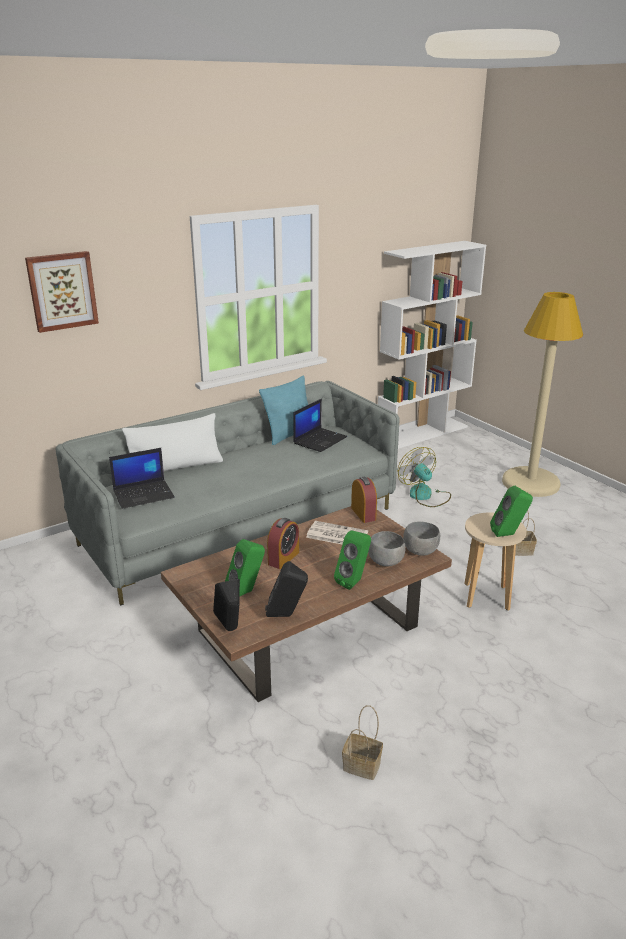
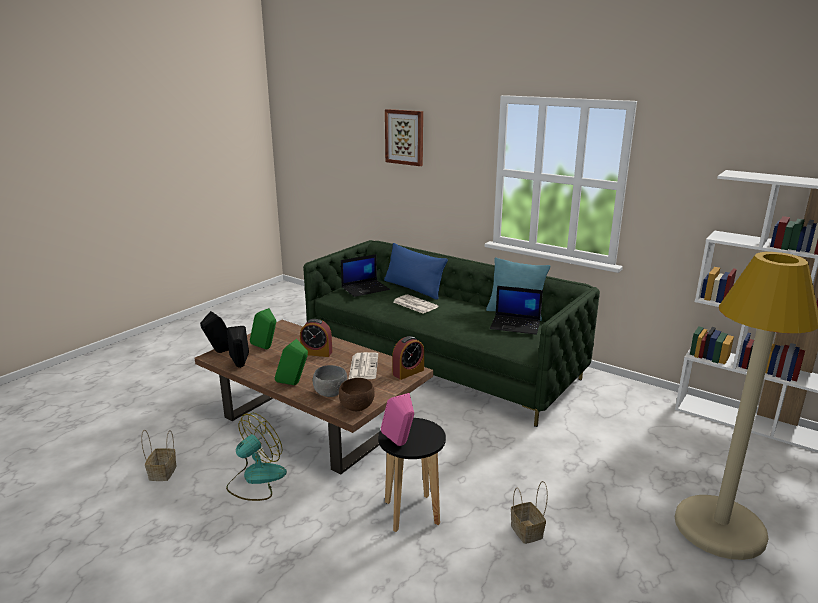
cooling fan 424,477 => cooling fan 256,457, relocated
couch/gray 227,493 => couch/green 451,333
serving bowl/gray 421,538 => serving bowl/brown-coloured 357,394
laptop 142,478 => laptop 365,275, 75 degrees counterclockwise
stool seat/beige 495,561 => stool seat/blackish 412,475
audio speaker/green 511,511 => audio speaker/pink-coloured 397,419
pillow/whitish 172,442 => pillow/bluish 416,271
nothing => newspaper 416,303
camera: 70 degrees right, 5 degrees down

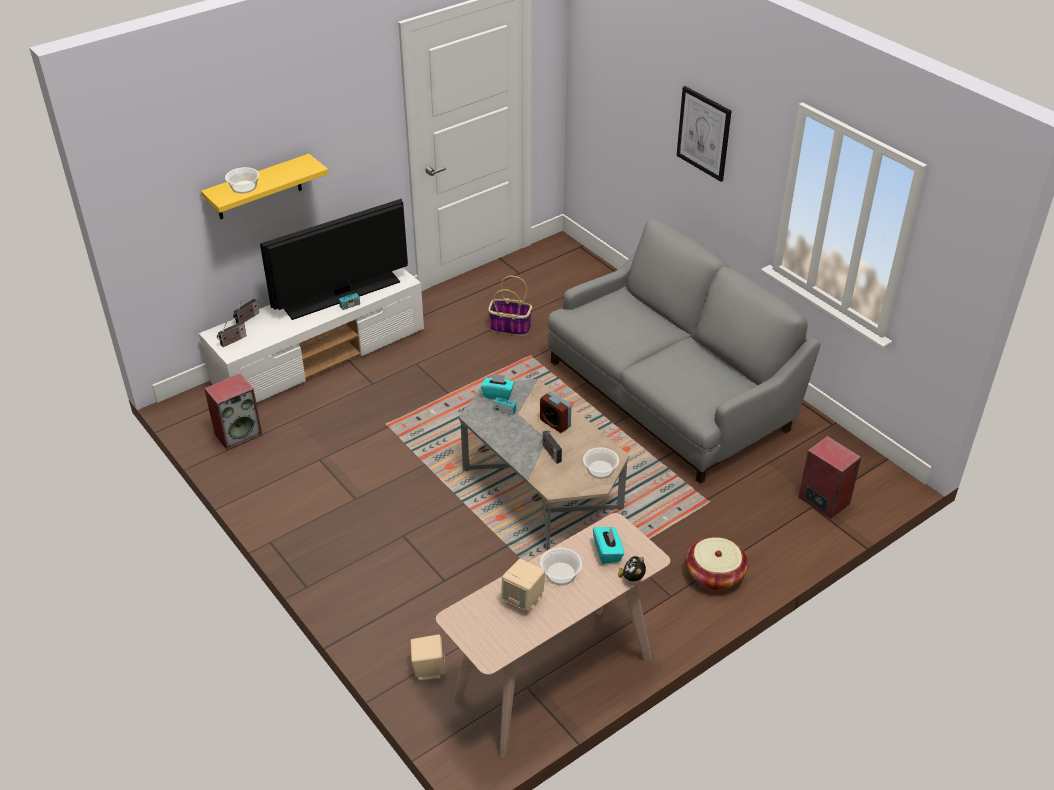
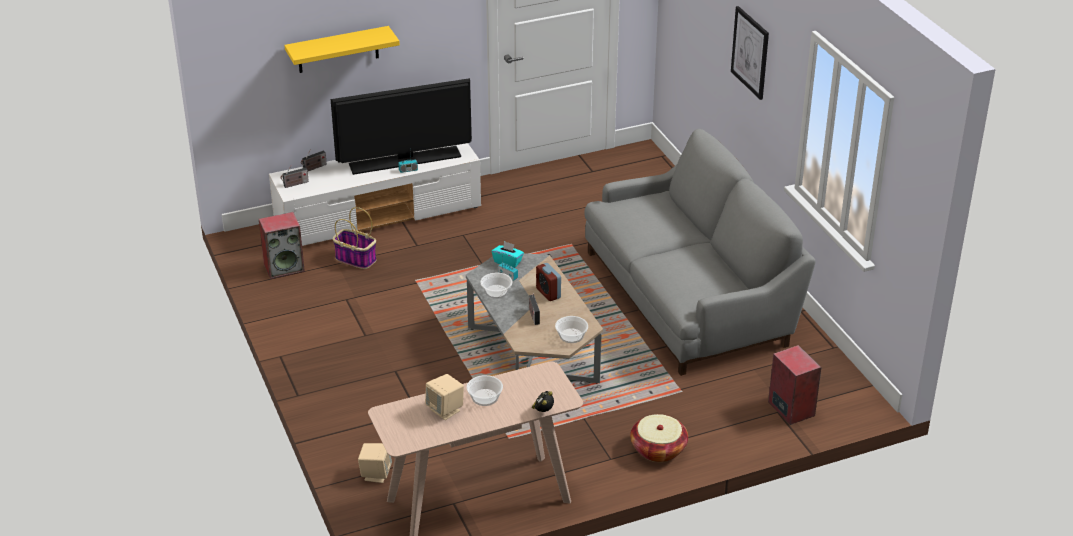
storage basket 510,306 => storage basket 355,238, relocated
serving bowl 242,180 => serving bowl 496,286, relocated
box of tissues/turquoise-coloured 608,545 => nothing
camera: 15 degrees right, 5 degrees down

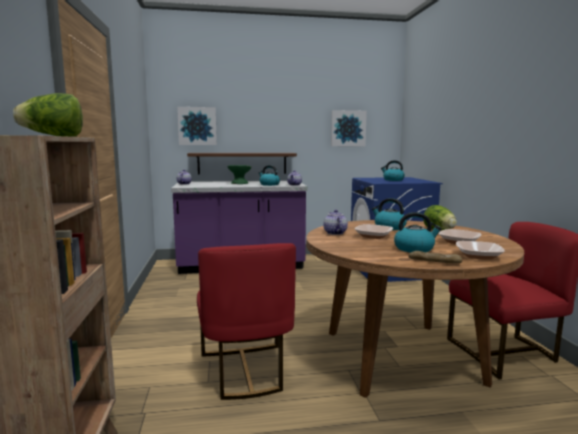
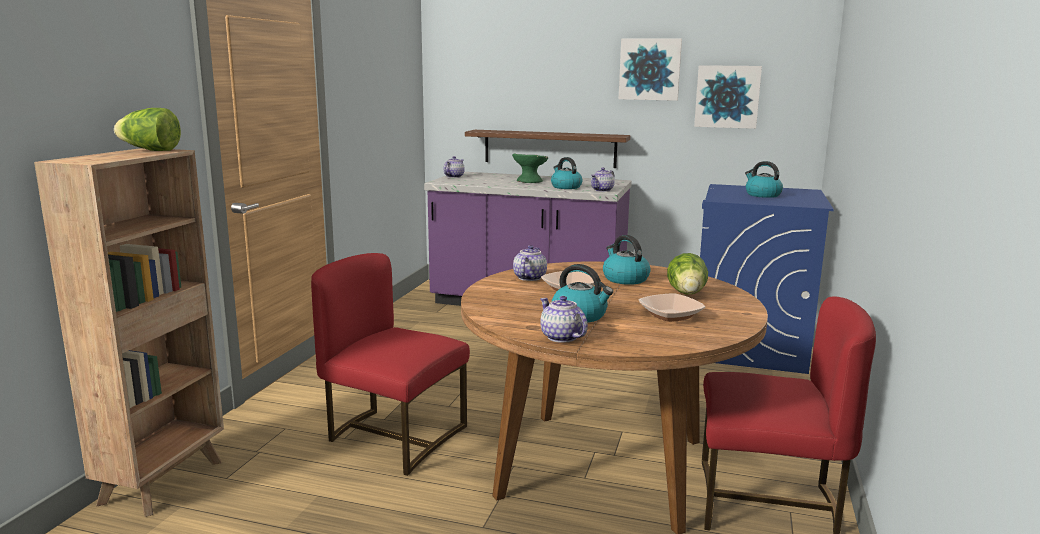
upright chair/red 246,321 => upright chair/red 390,364, 105 degrees clockwise
bakery bread 435,257 => tea pot 564,319
wall picture 197,126 => wall picture 650,70, relocated
serving bowl 480,250 => nothing
camera: 25 degrees right, 5 degrees up

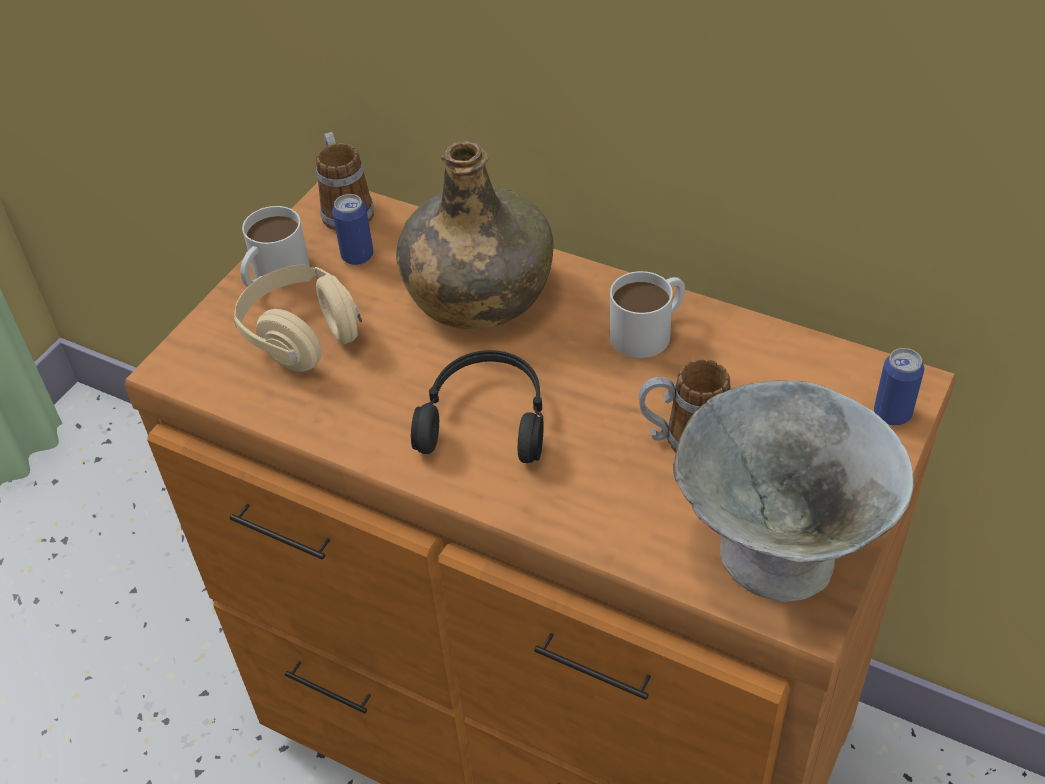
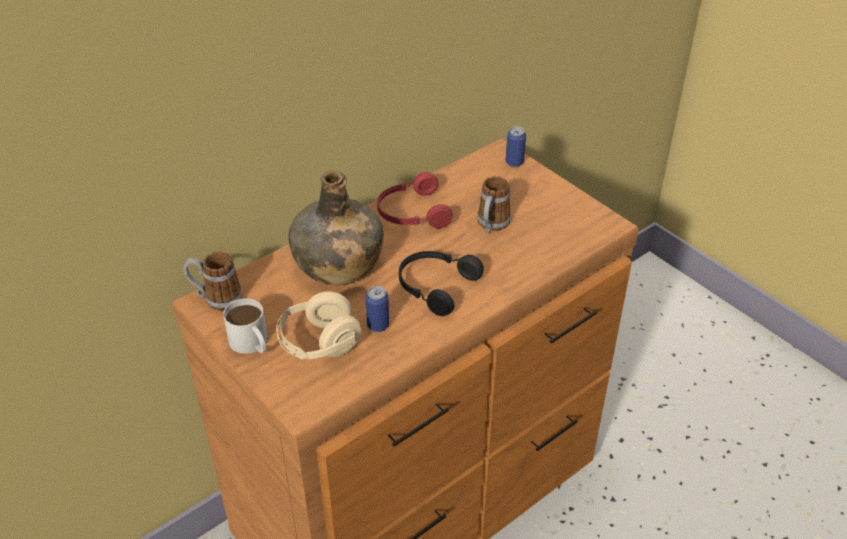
metal can 352,229 => metal can 377,309, relocated
mug/whitish 647,314 => headset/red 414,200
serving bowl/gray 793,491 => nothing
camera: 70 degrees left, 5 degrees down

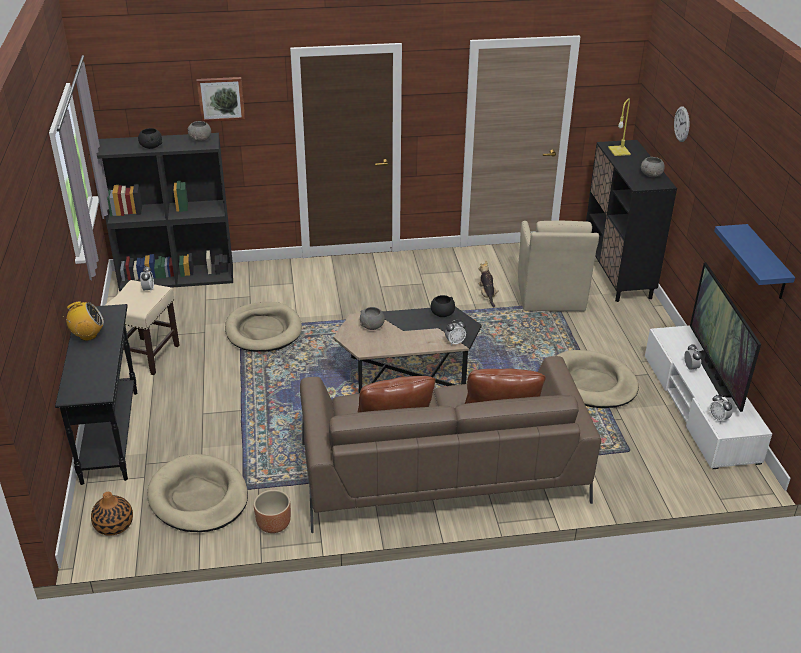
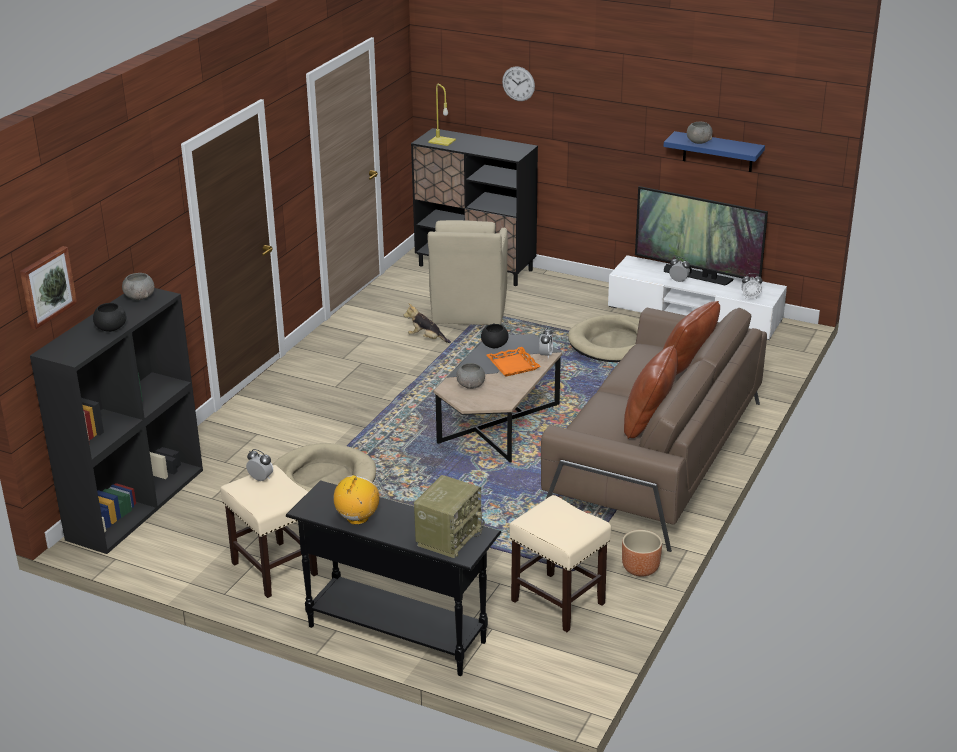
wall picture 221,99 => wall picture 48,288, relocated
nothing => radio 449,516
armchair/beige 558,265 => armchair/beige 468,272, 60 degrees clockwise
nothing => serving tray/orangey 513,361
dog bed/beige 197,493 => stool seat/beige 560,563
serving bowl/gray 653,167 => serving bowl/gray 700,133, relocated
flower vase 112,514 => nothing
camera: 55 degrees left, 5 degrees down

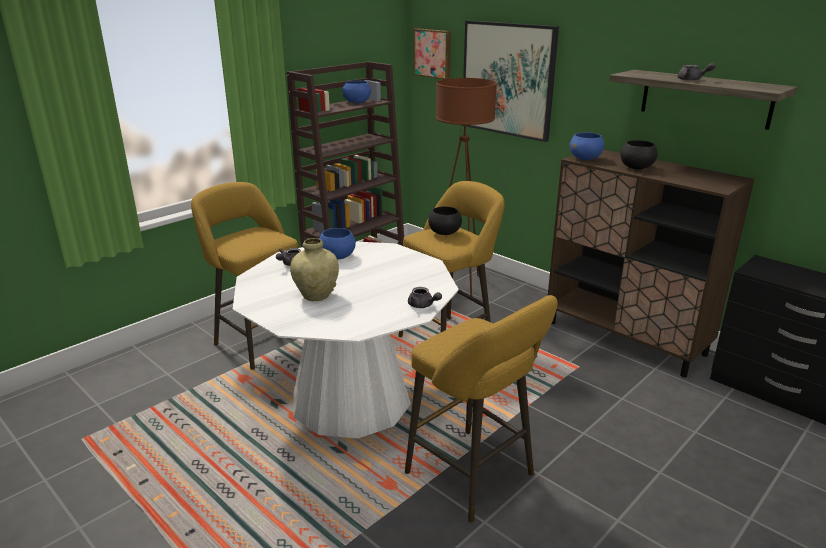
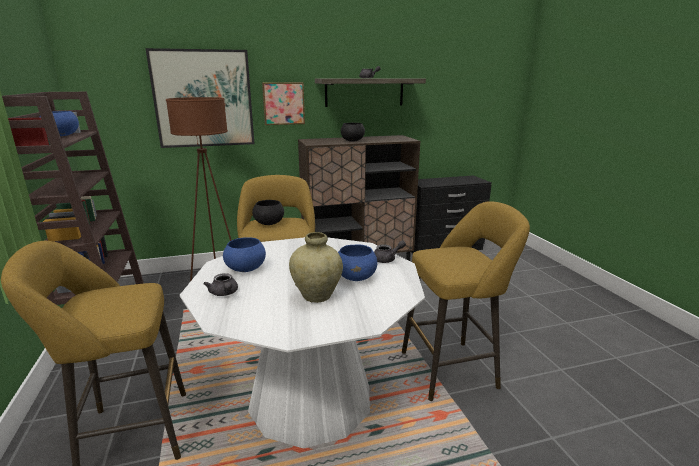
wall picture 432,53 => wall picture 283,103, relocated
serving bowl/bluish 586,146 => serving bowl/bluish 357,262, relocated
camera: 60 degrees left, 5 degrees down

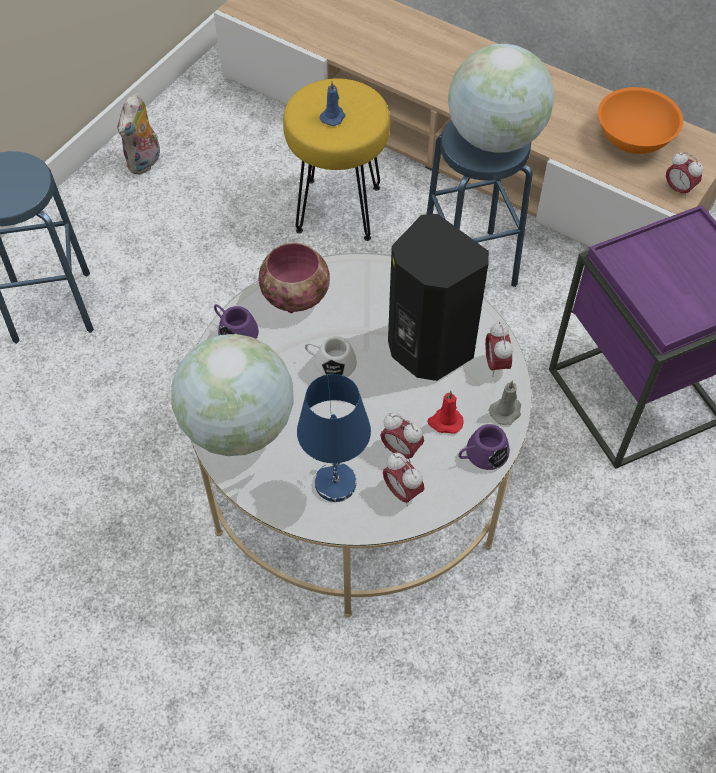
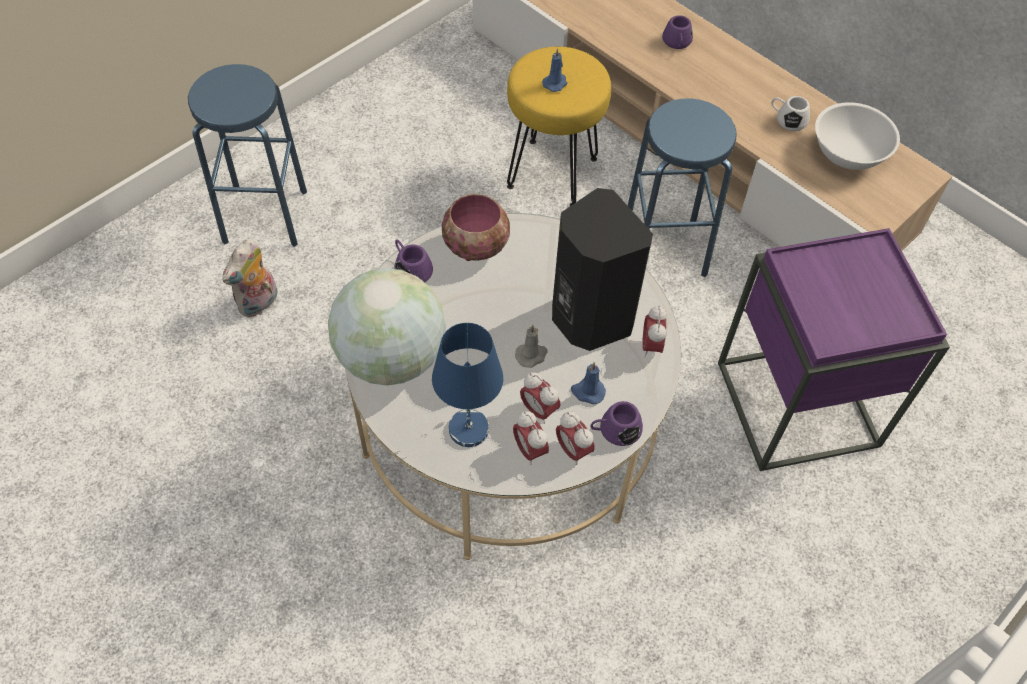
plush toy 139,134 => plush toy 250,278, relocated
wax light/gray 505,402 => wax light/gray 531,346, relocated
table clock 684,175 => table clock 575,438, relocated
wax light/red 445,412 => wax light/bluish 588,383
nothing => mug/purple 677,32
mug/whitish 331,356 => mug/whitish 791,113, relocated
serving bowl/orangey 640,120 => serving bowl/whitish 857,136
globe 501,98 => nothing
camera: 10 degrees right, 0 degrees up

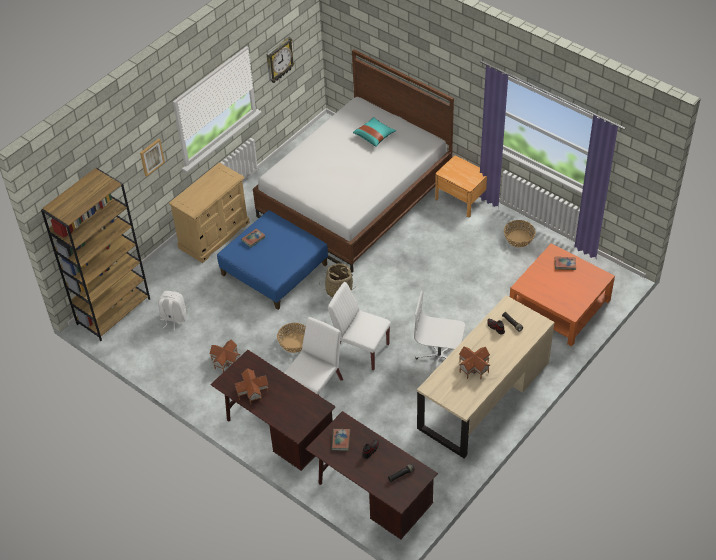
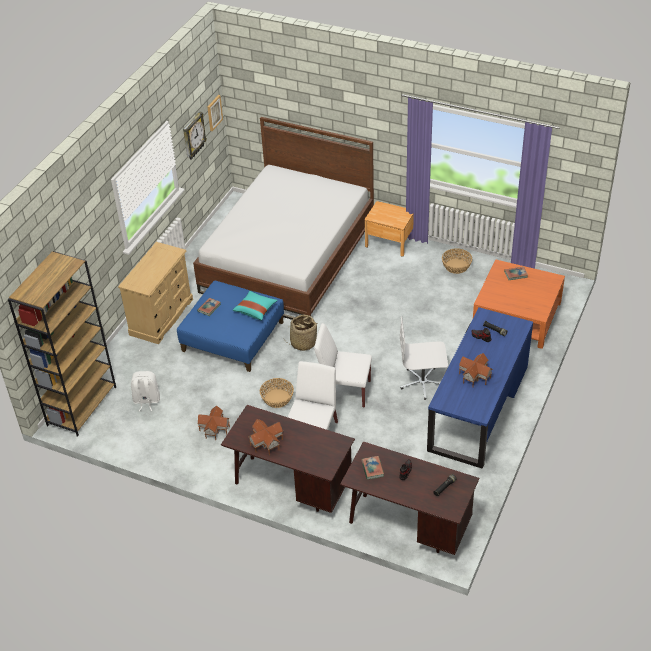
wall picture 152,157 => wall picture 215,113, relocated
pillow/turquoise-coloured 374,132 => pillow/turquoise-coloured 255,306, relocated
desk table/beige 485,376 => desk table/bluish 480,388
camera: 15 degrees left, 5 degrees down

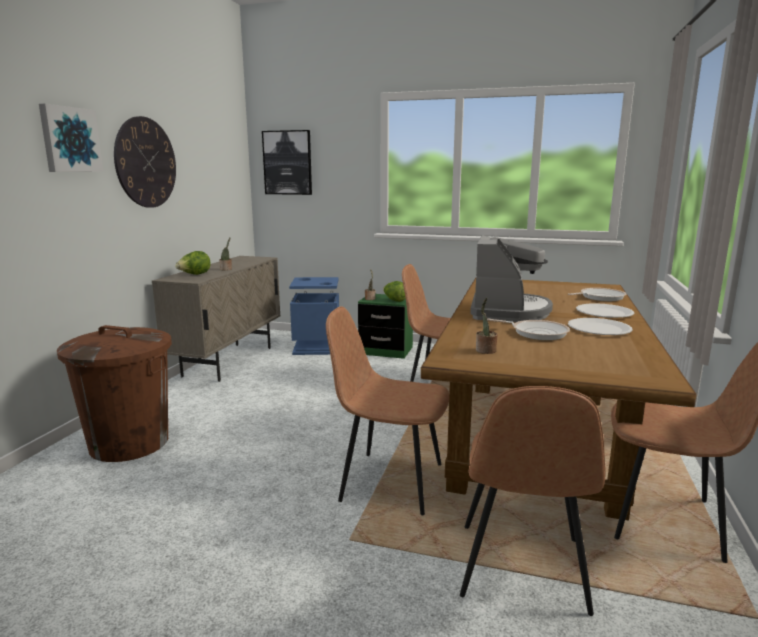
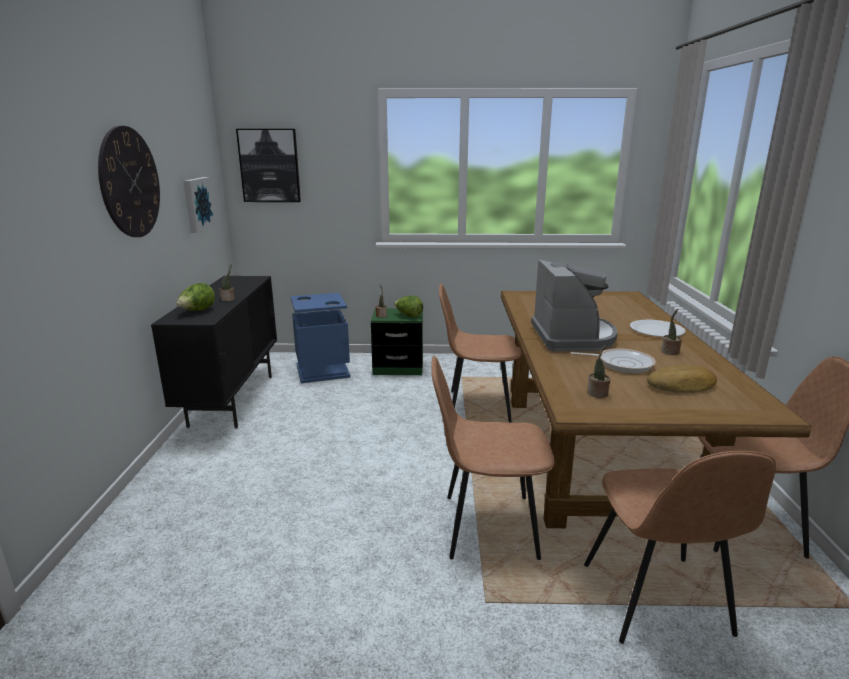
cupboard/beige 216,319 => cupboard/blackish 214,352
wall picture 71,137 => wall picture 200,205, relocated
nothing => bakery bread 682,379
flat dish/whitish 600,326 => plant in a pot 671,332
rubbish bin/brown-coloured 114,393 => nothing
frying pan 597,294 => nothing
camera: 15 degrees left, 5 degrees up

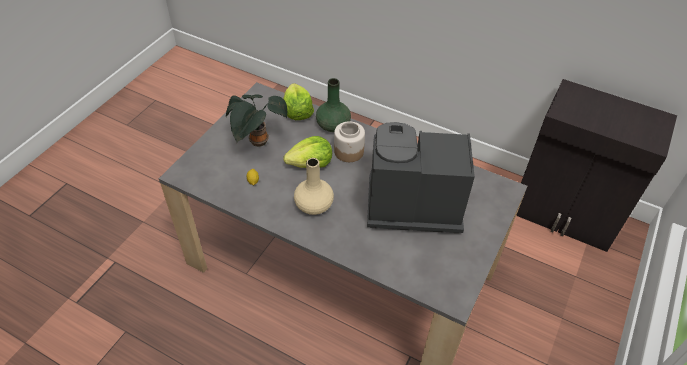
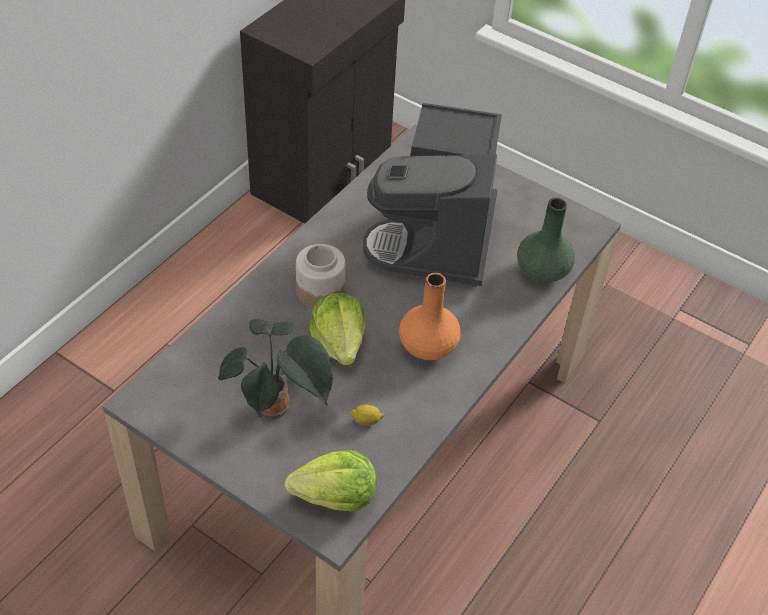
lettuce head 298,101 => lettuce head 330,480, relocated
flower vase/beige 314,186 => flower vase/orangey 430,316
flower vase/green 333,105 => flower vase/green 546,240, relocated
camera: 85 degrees left, 0 degrees up

